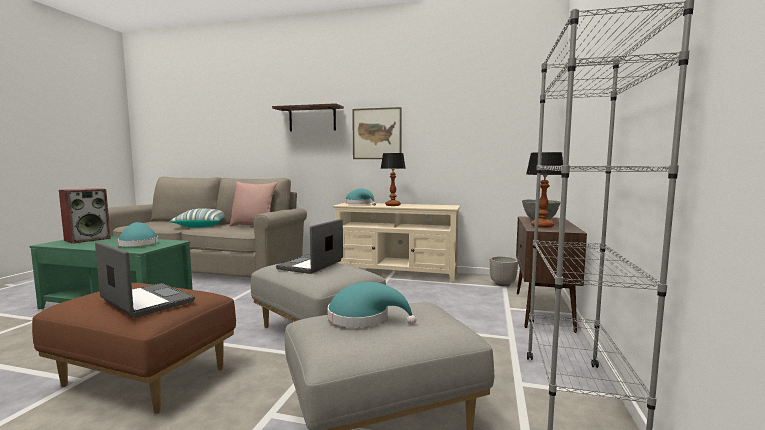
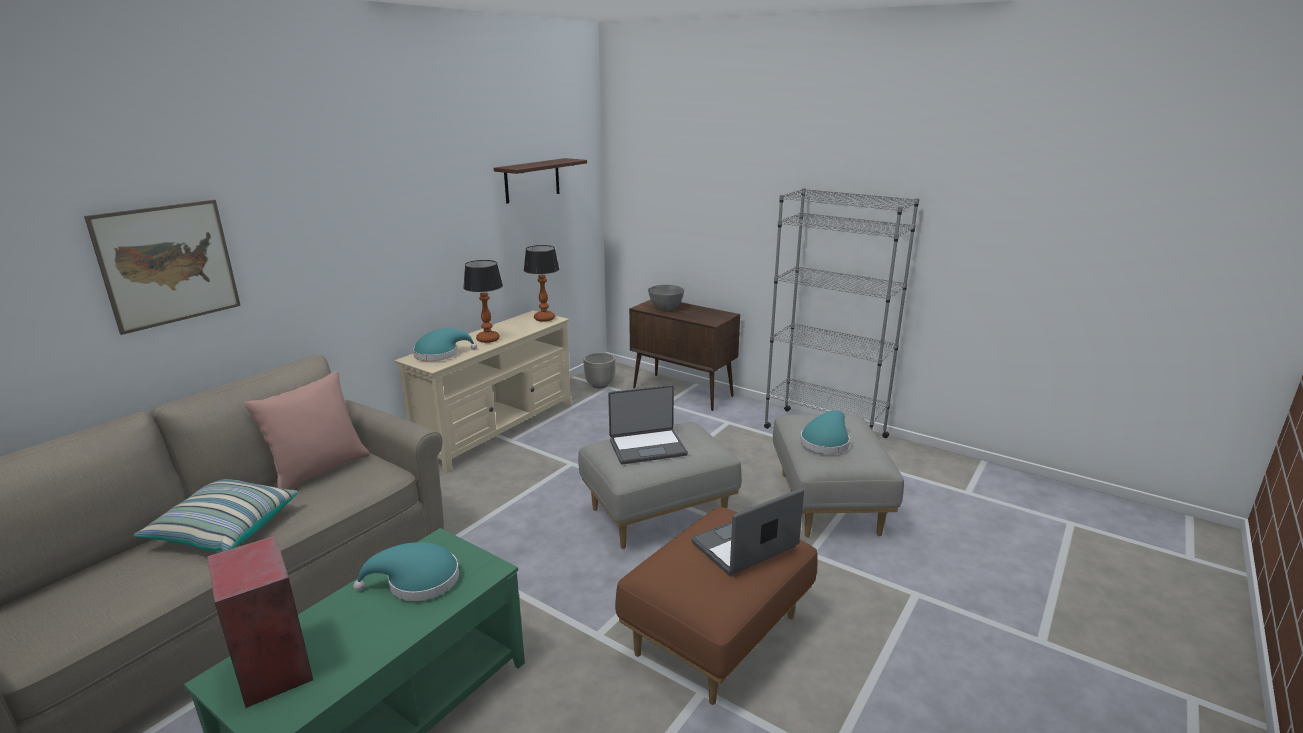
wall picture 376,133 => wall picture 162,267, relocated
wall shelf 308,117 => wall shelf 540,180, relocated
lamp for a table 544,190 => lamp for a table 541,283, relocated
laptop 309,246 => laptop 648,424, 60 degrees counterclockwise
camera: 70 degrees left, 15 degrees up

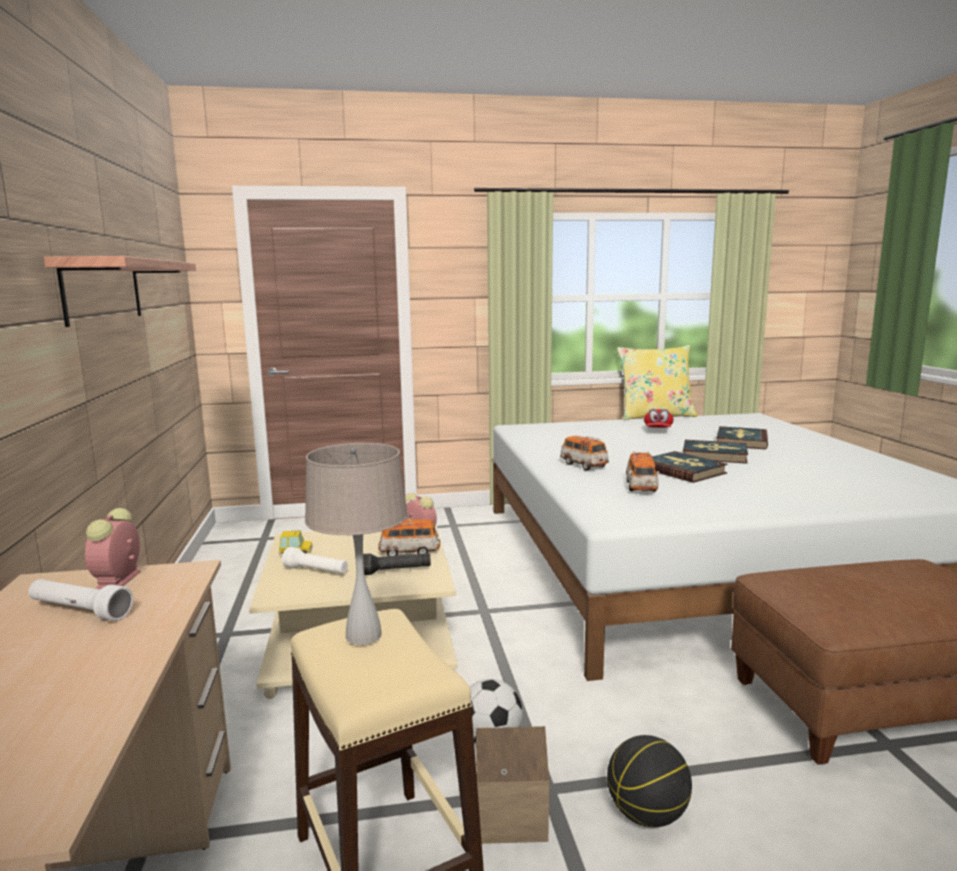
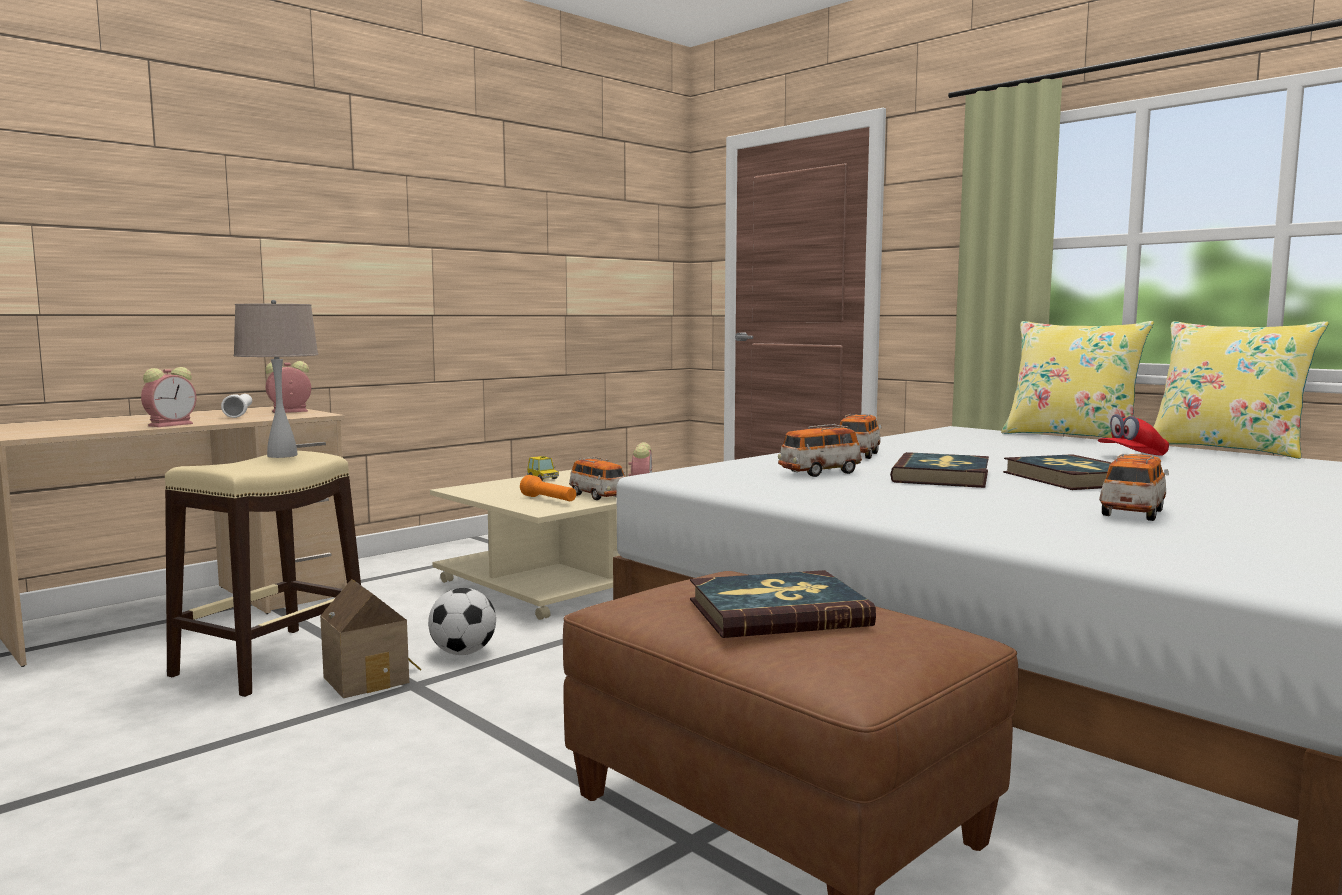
nothing => table clock 168,397
torch/blackish 397,564 => torch/orangey 548,488
bound book 742,437 => bound book 783,604, relocated
nothing => pillow/yellow 1077,379
nothing => miniature car 1134,487
wall shelf 120,291 => nothing
torch/whitish 315,560 => nothing
ball for basketball 649,781 => nothing
camera: 55 degrees right, 5 degrees down

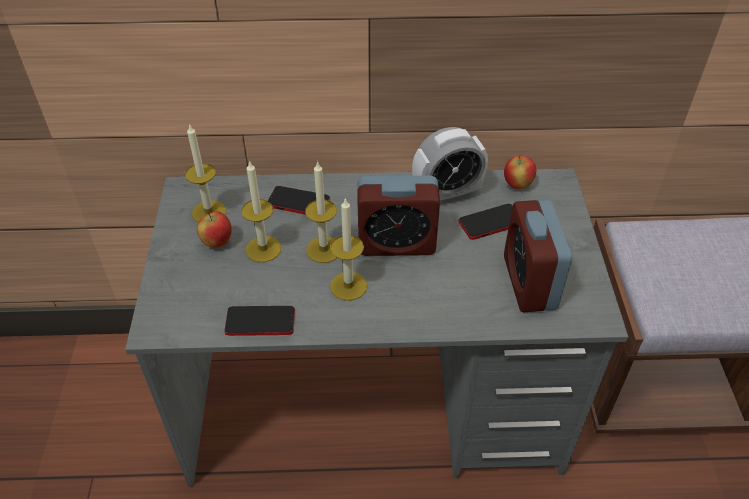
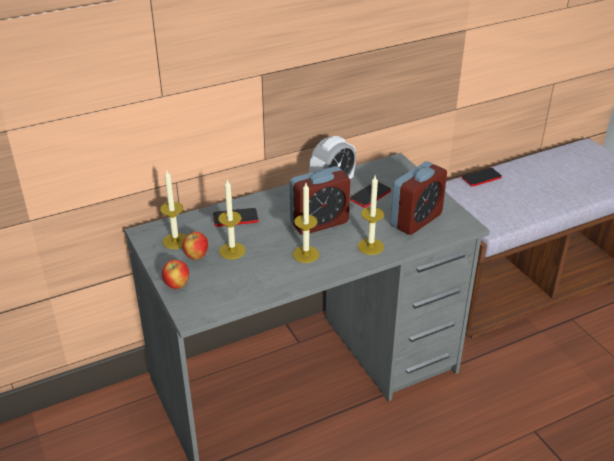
whole apple 520,172 => whole apple 175,274, relocated
wax light 321,212 => wax light 371,215, relocated
table clock 538,255 => table clock 418,198, 105 degrees counterclockwise
phone 260,321 => phone 482,177, relocated
camera: 25 degrees left, 10 degrees down

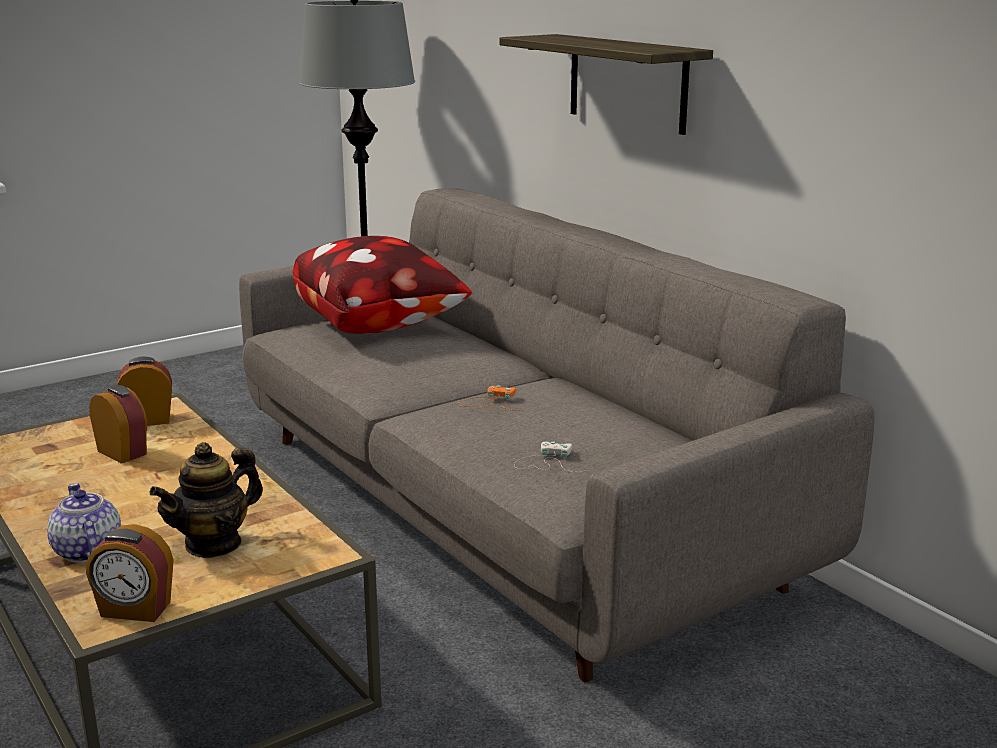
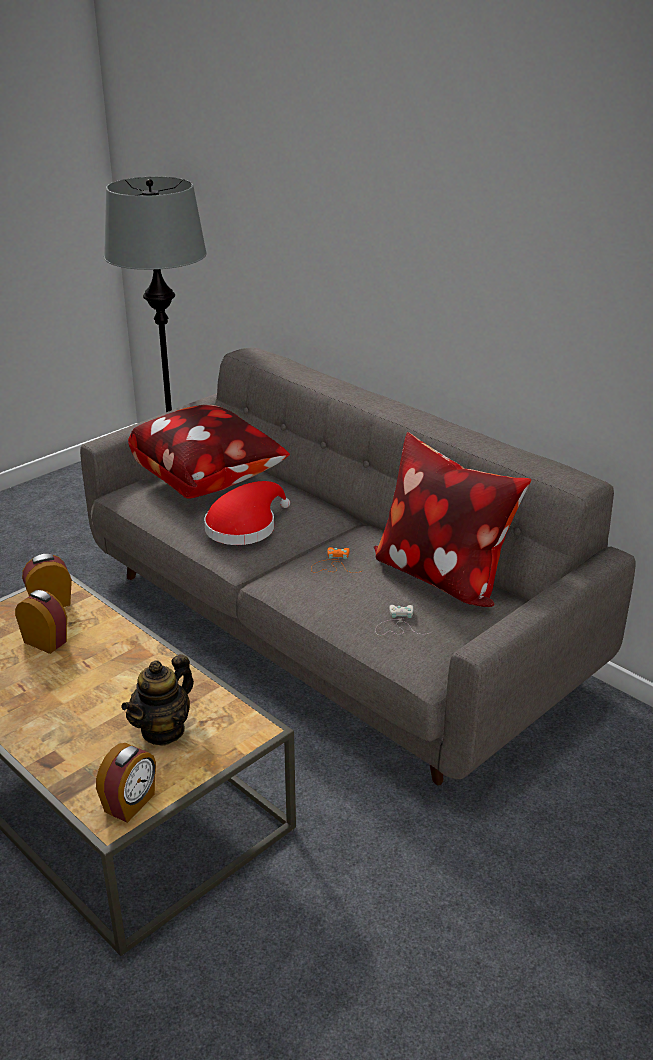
table clock 130,573 => table clock 126,783, 60 degrees counterclockwise
nothing => wearable hat/red 247,513
nothing => pillow 452,519
tea pot 84,523 => nothing
wall shelf 606,84 => nothing
camera: 10 degrees left, 10 degrees up

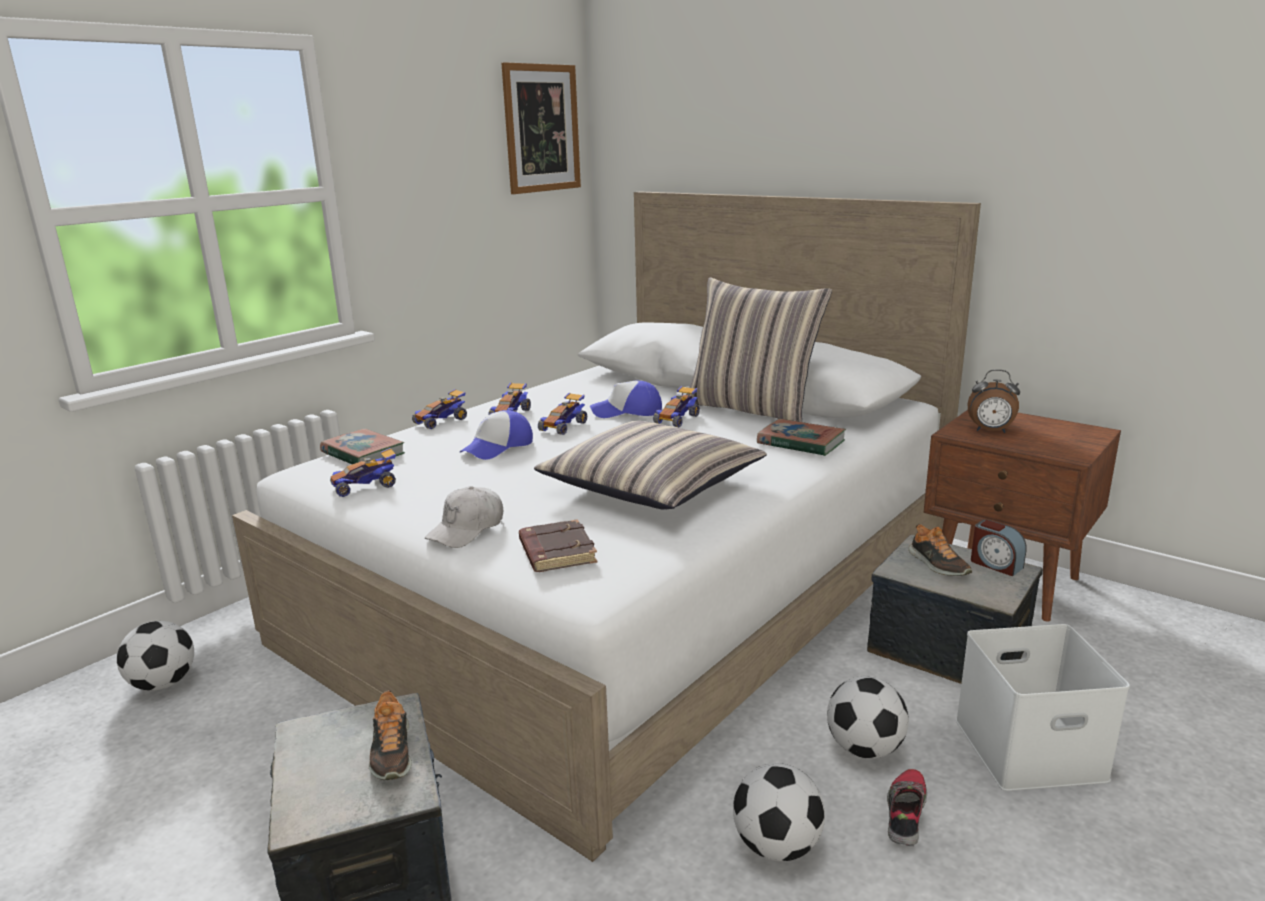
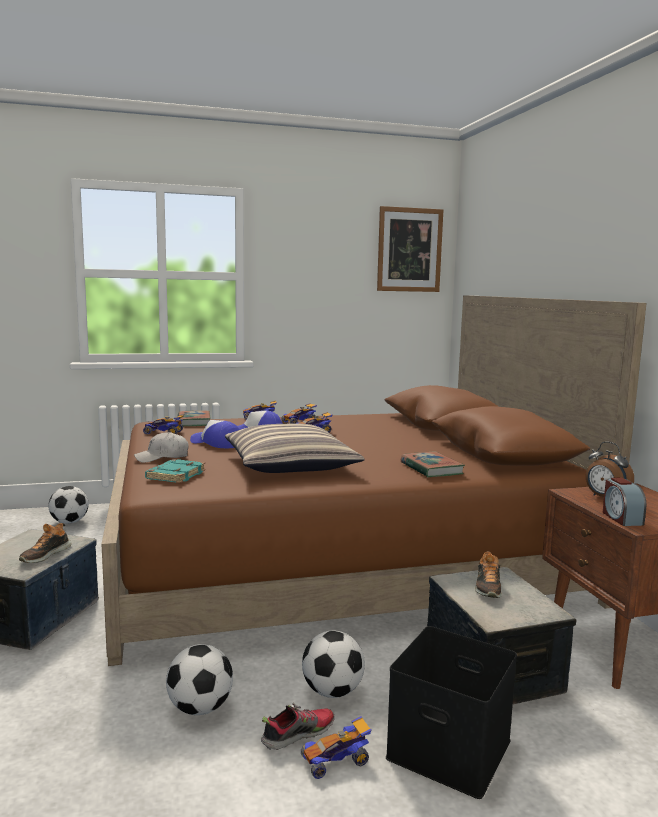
bedroom bed/whitish 606,526 => bedroom bed/brown-coloured 374,480
bound book/brown-coloured 558,545 => bound book/turquoise-coloured 175,471
baseball cap 626,399 => baseball cap 215,434, relocated
miniature car 676,406 => miniature car 336,747, relocated
storage container/whitish 1043,707 => storage container/blackish 451,712
table clock 999,548 => table clock 624,502, relocated
pillow 759,350 => nothing
camera: 35 degrees right, 10 degrees down

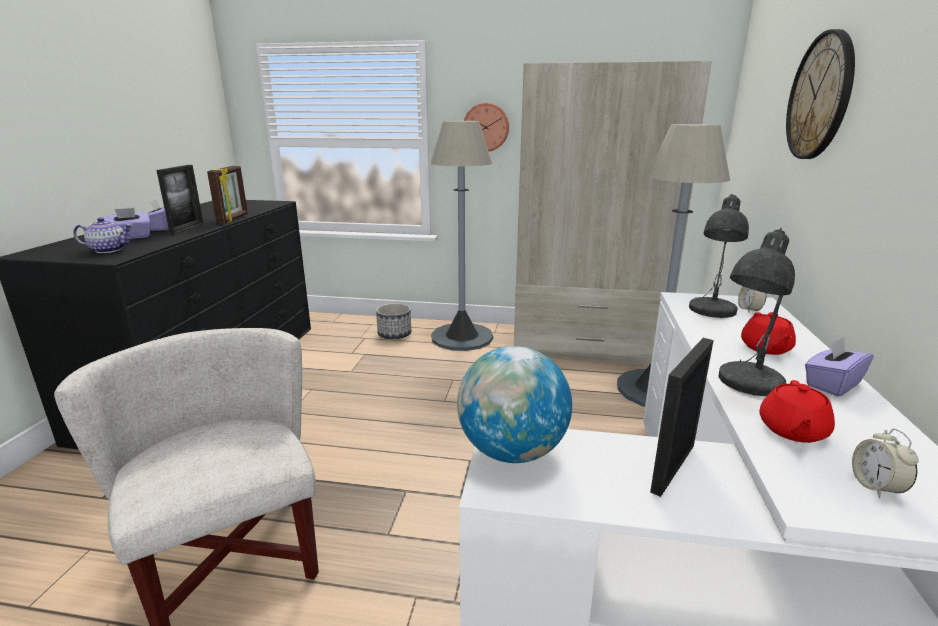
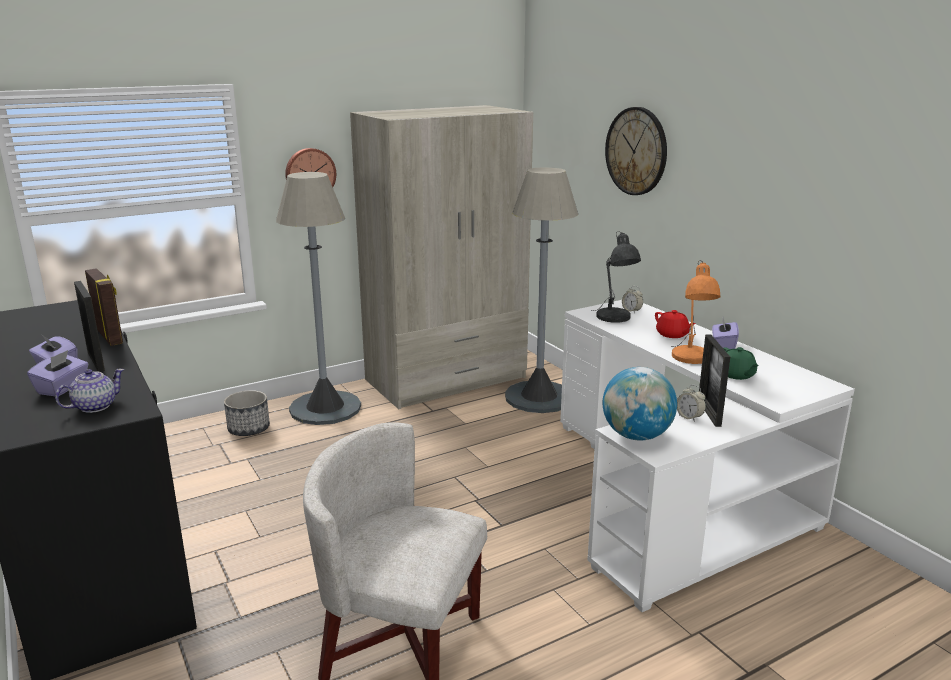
lamp for a table/gray 756,312 => lamp for a table/orangey 695,312
table clock 885,463 => table clock 691,403, relocated
tea pot/red 797,411 => tea pot/green 741,363
camera: 40 degrees left, 0 degrees up

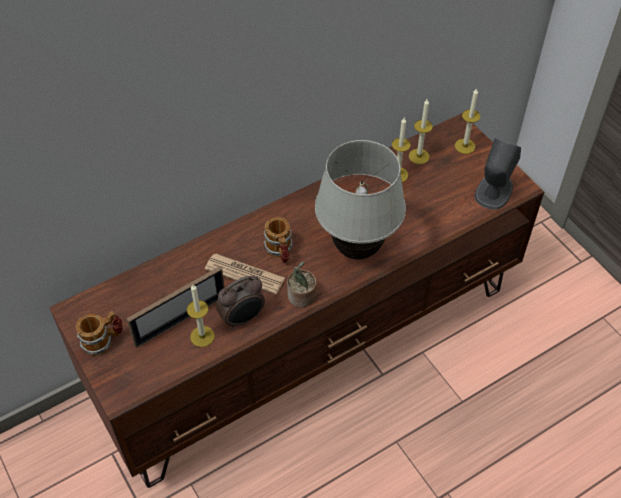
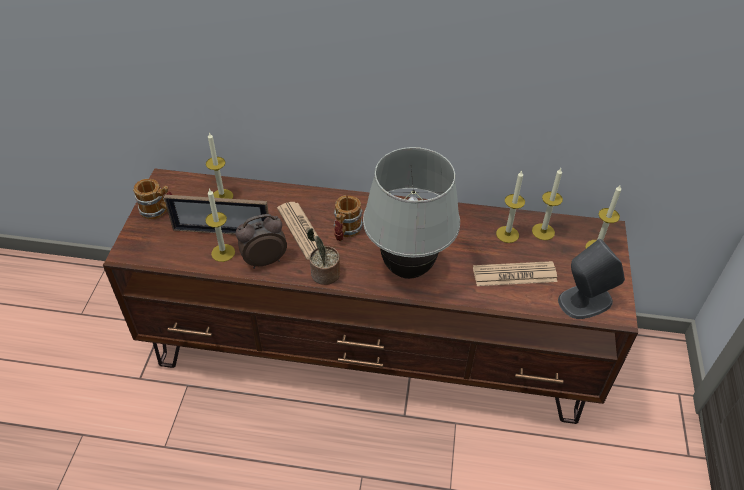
nothing => wax light 219,165
table clock 240,302 => table clock 261,241, 150 degrees clockwise
nothing => newspaper 515,273
camera: 40 degrees right, 5 degrees down

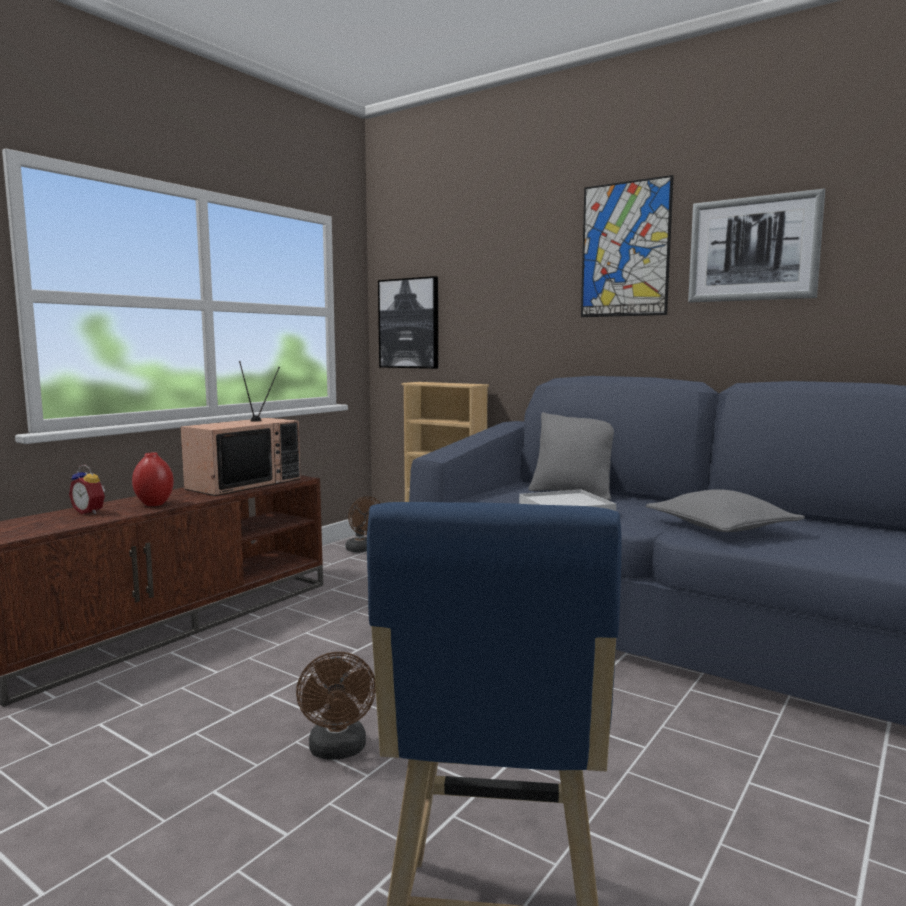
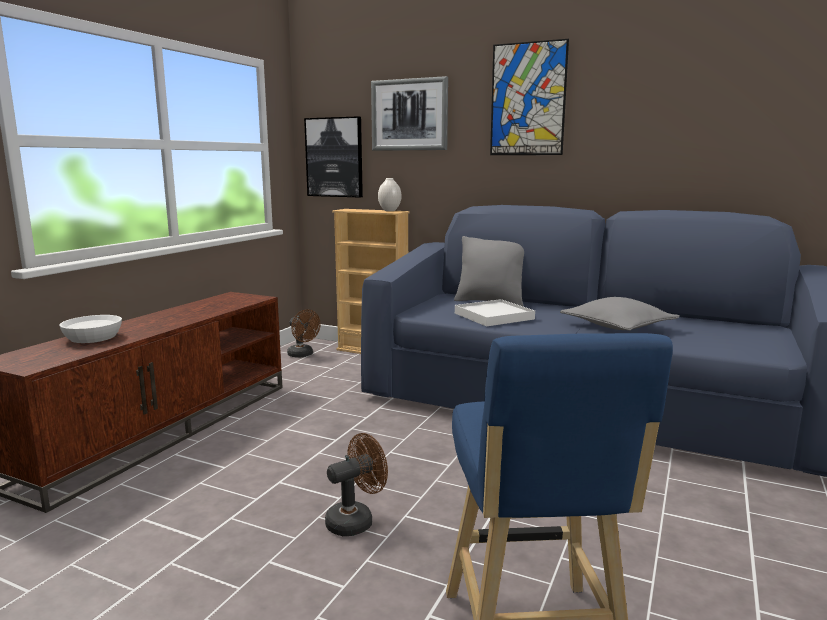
table clock 87,489 => serving bowl/whitish 90,329
cooling fan/brown-coloured 336,706 => cooling fan/brown-coloured 356,484, 105 degrees counterclockwise
wall picture 756,245 => wall picture 409,113, relocated
nothing => flower vase/whitish 389,194
flower vase/red 153,479 => nothing
TV 240,428 => nothing
camera: 10 degrees left, 5 degrees up

